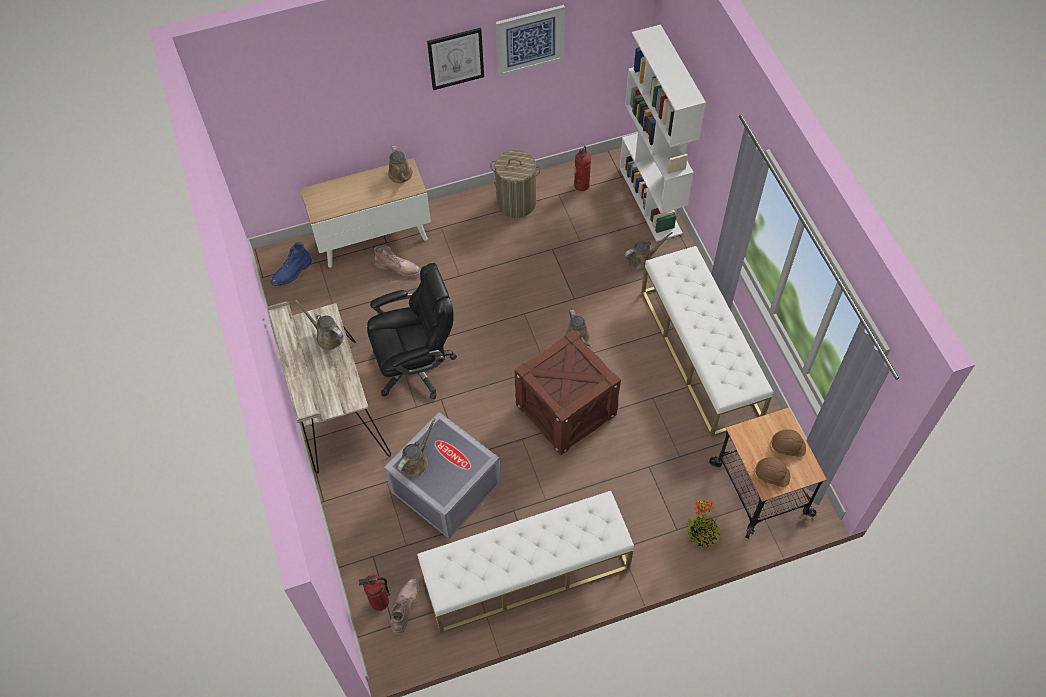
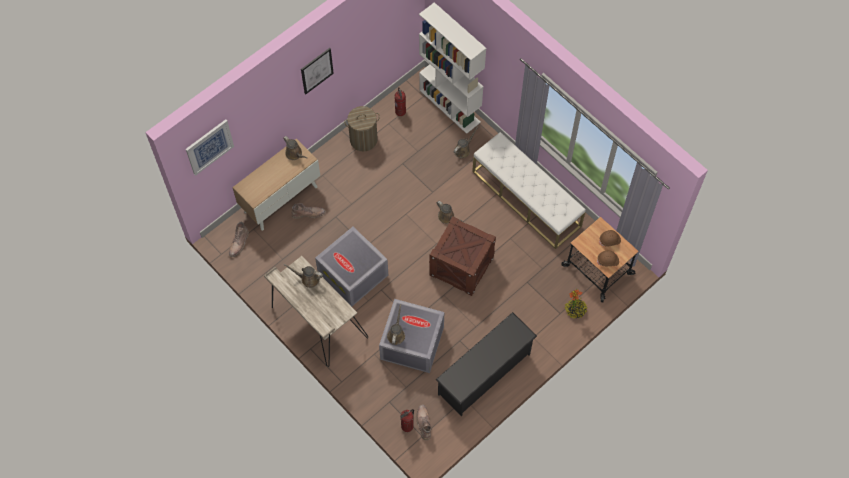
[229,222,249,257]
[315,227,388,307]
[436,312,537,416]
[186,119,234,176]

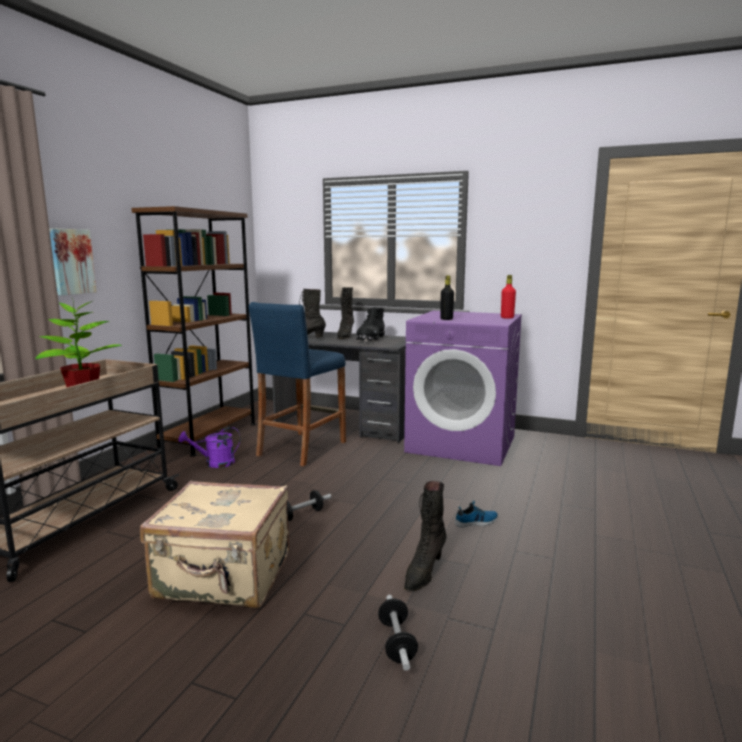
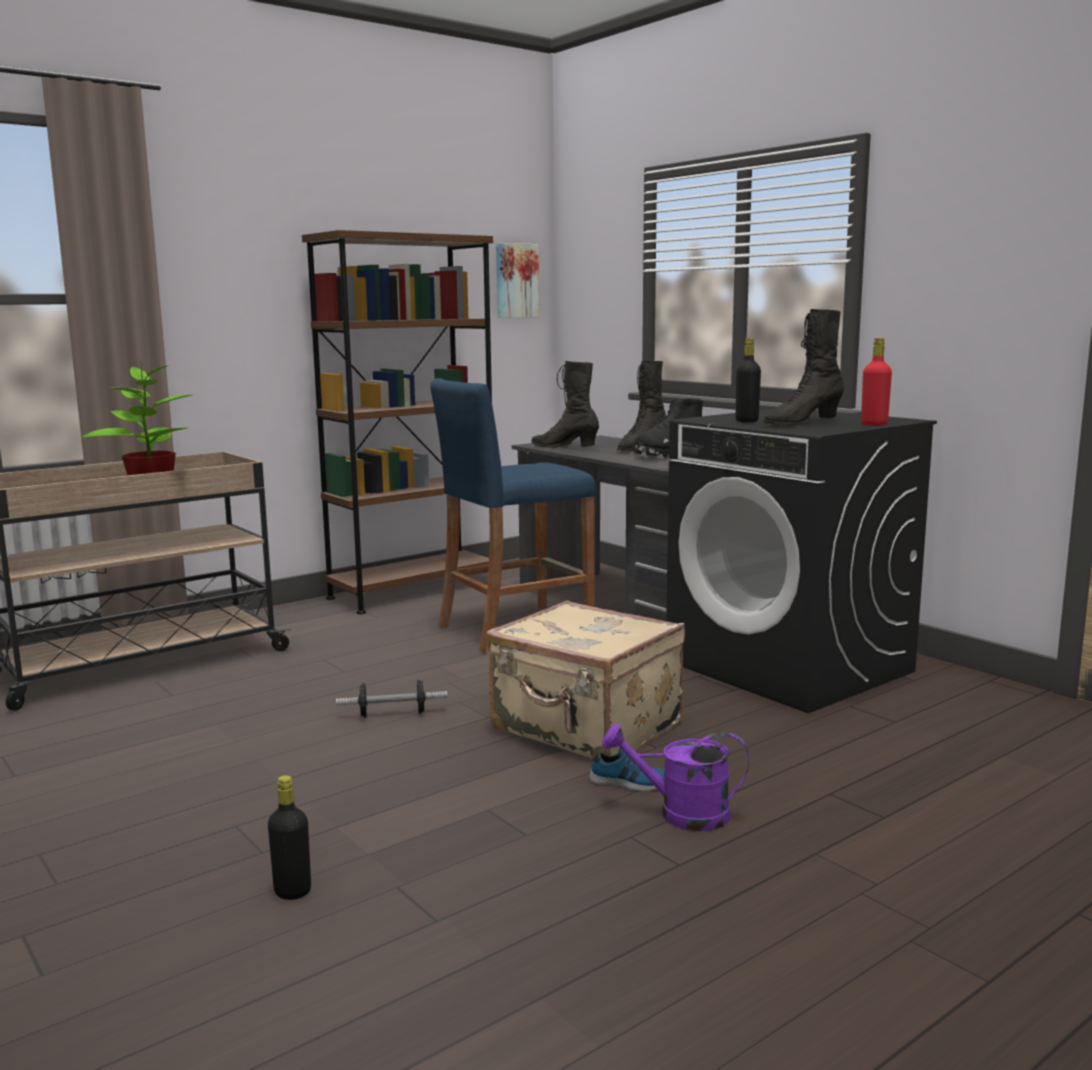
[496,243,539,318]
[486,600,685,759]
[602,723,749,831]
[268,775,311,900]
[666,409,937,713]
[763,309,844,426]

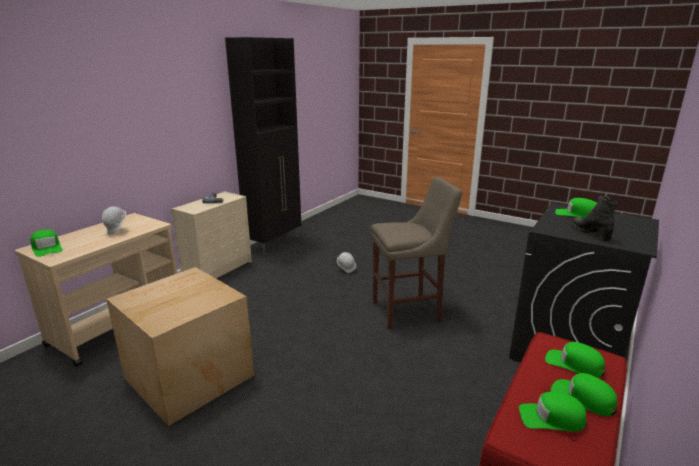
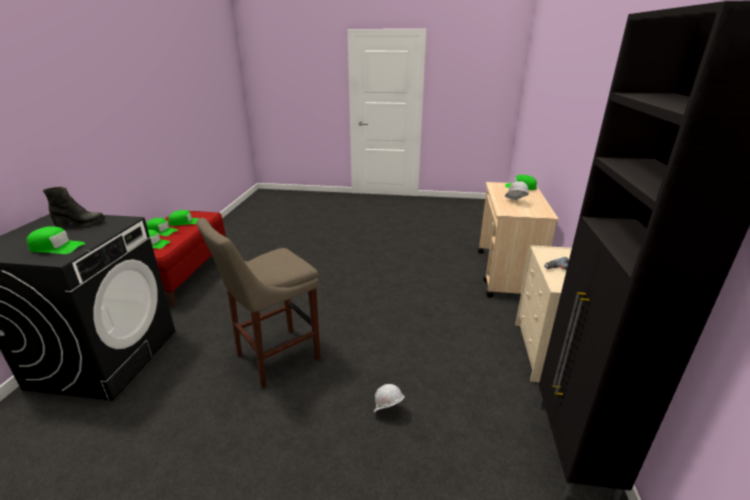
[106,267,254,426] (first image)
[43,187,105,227]

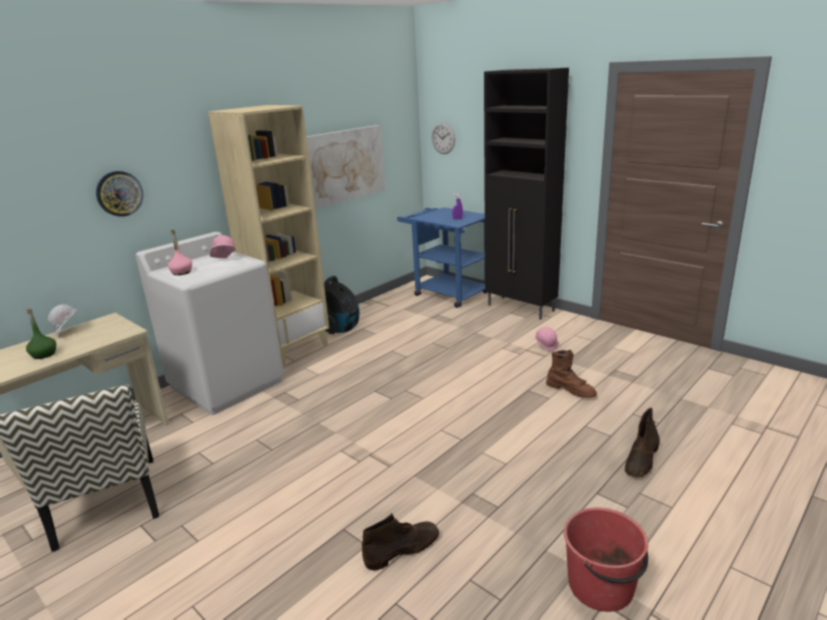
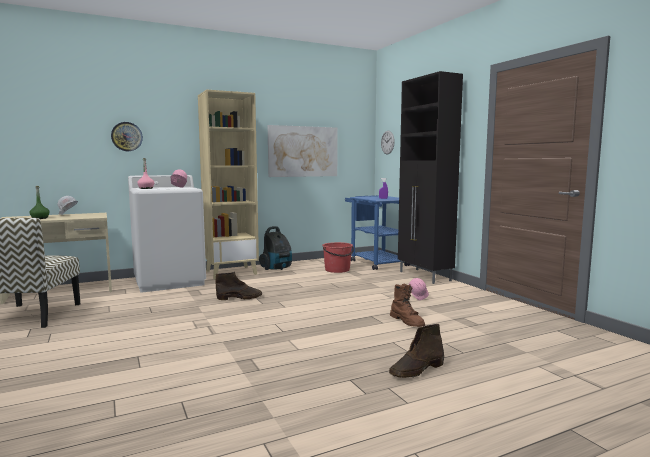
[215,272,262,300]
[322,242,354,273]

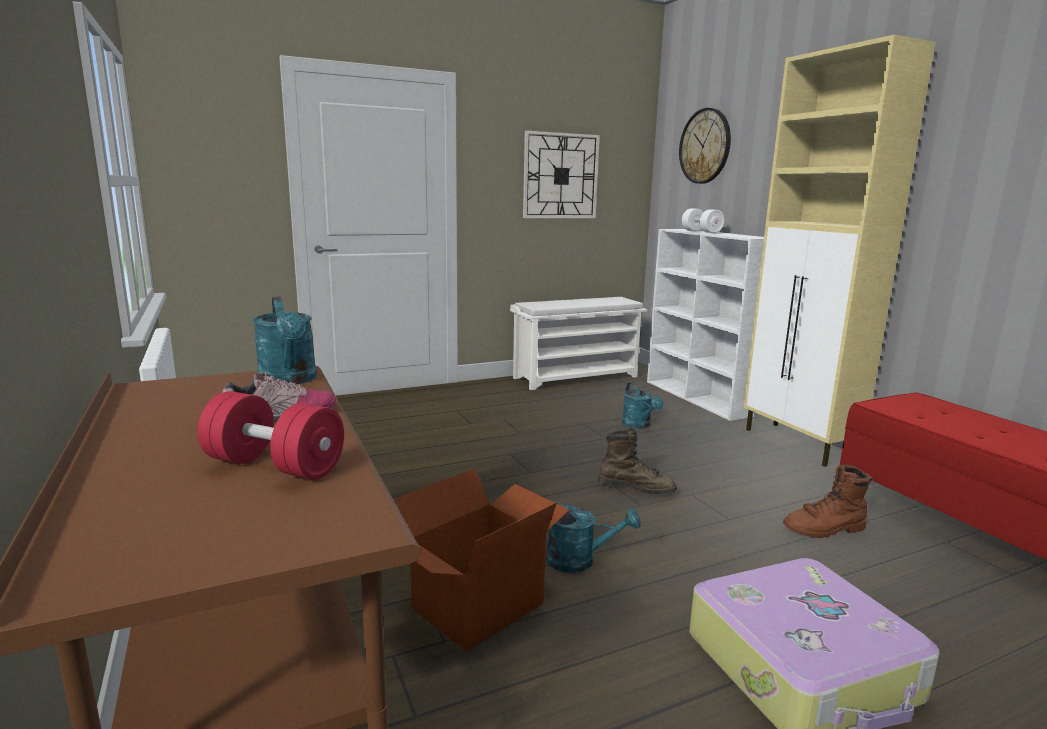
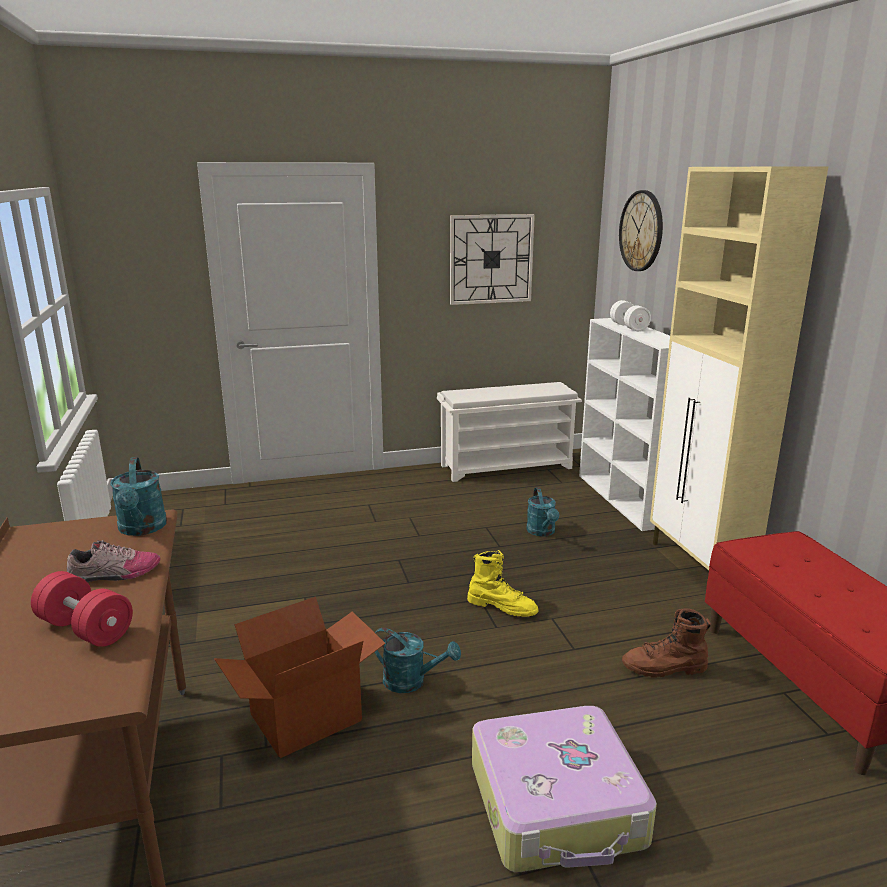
[467,550,538,617]

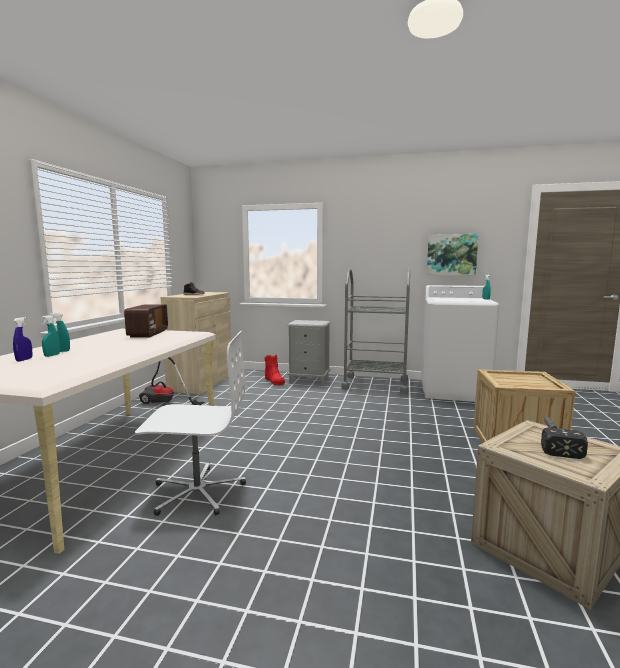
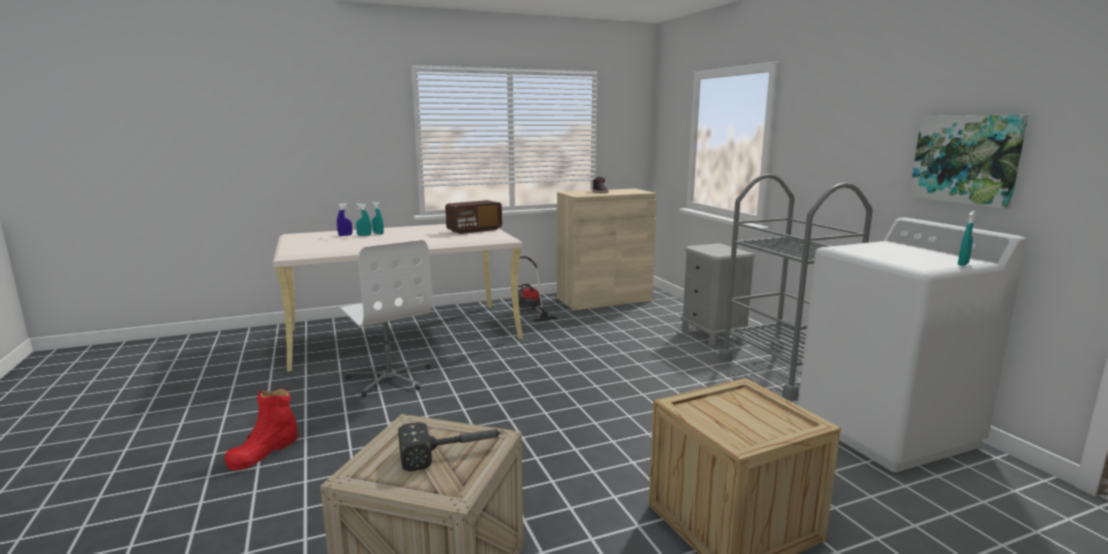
[224,388,298,471]

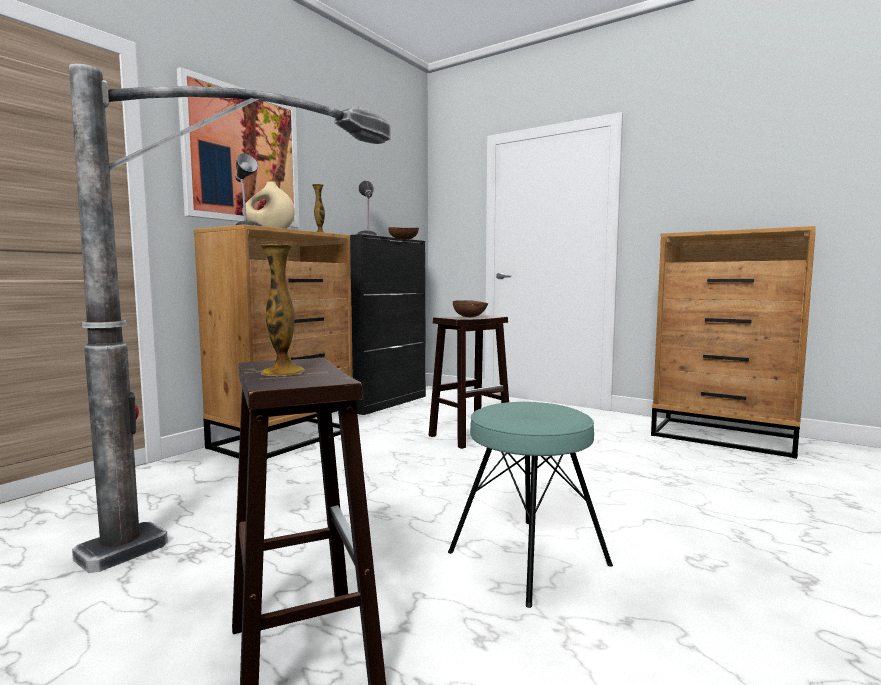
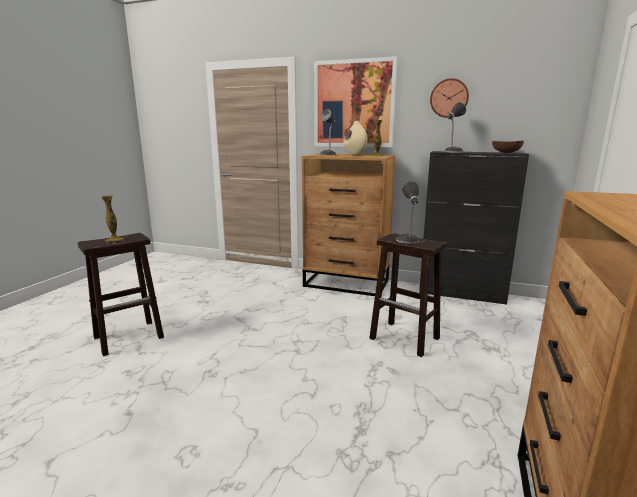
[69,63,391,573] (first image)
[448,402,613,608] (first image)
[396,181,419,244]
[430,78,469,118]

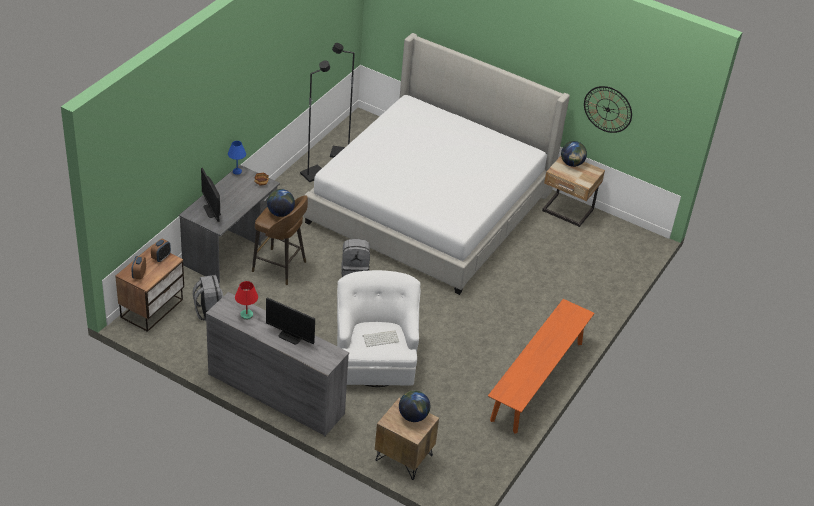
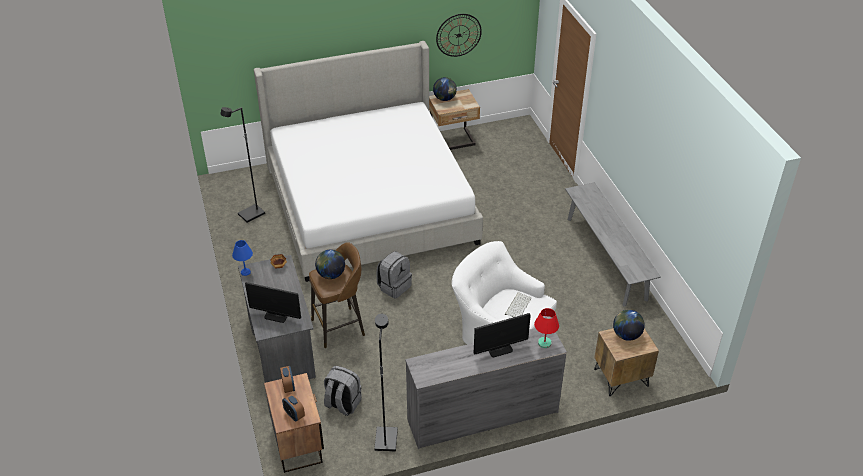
[534,308,559,348]
[374,314,398,451]
[565,183,661,307]

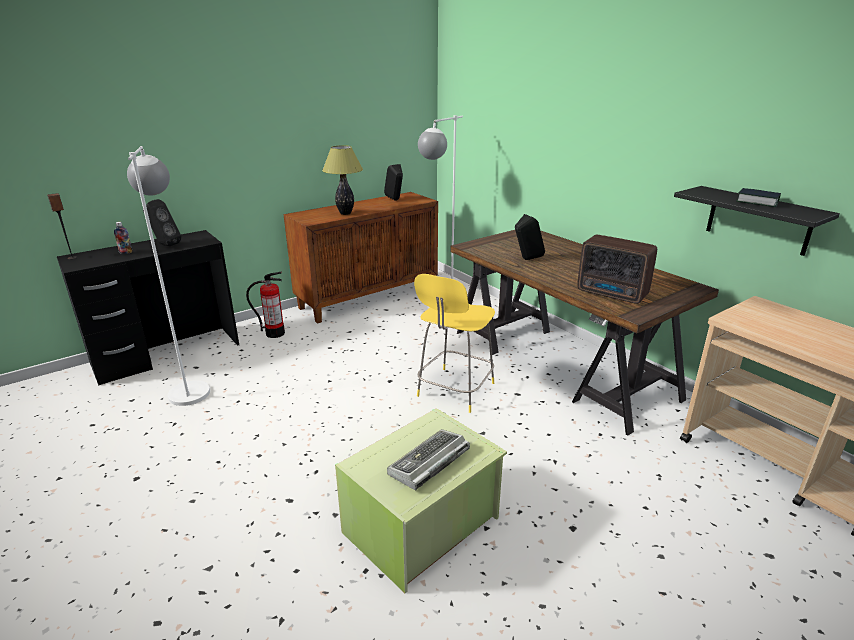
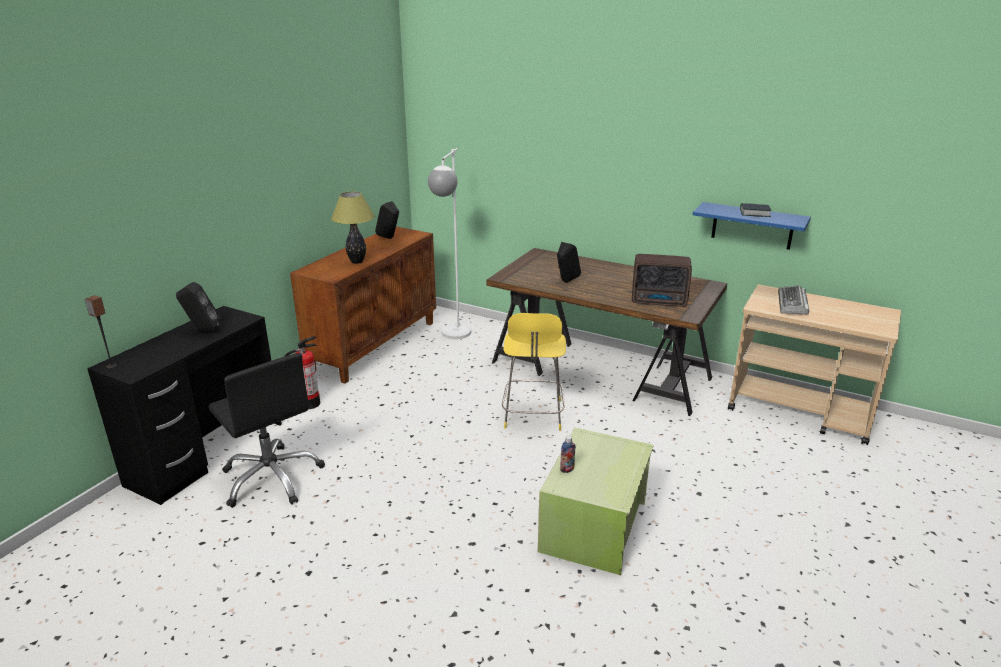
[560,436,575,473]
[208,353,325,508]
[778,285,809,315]
[692,202,811,250]

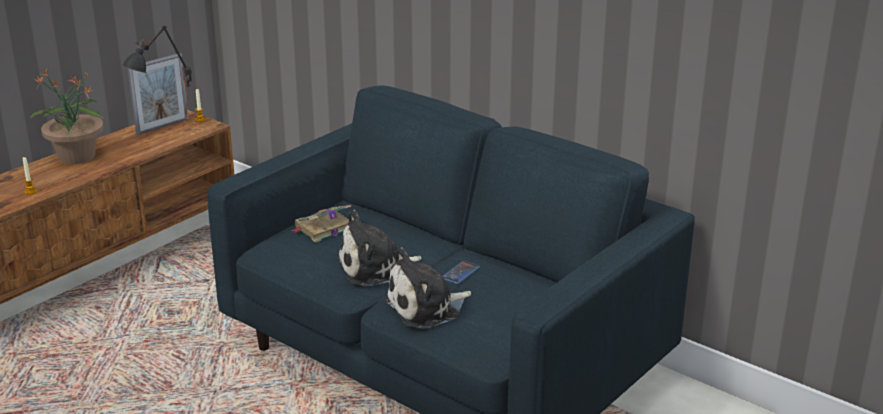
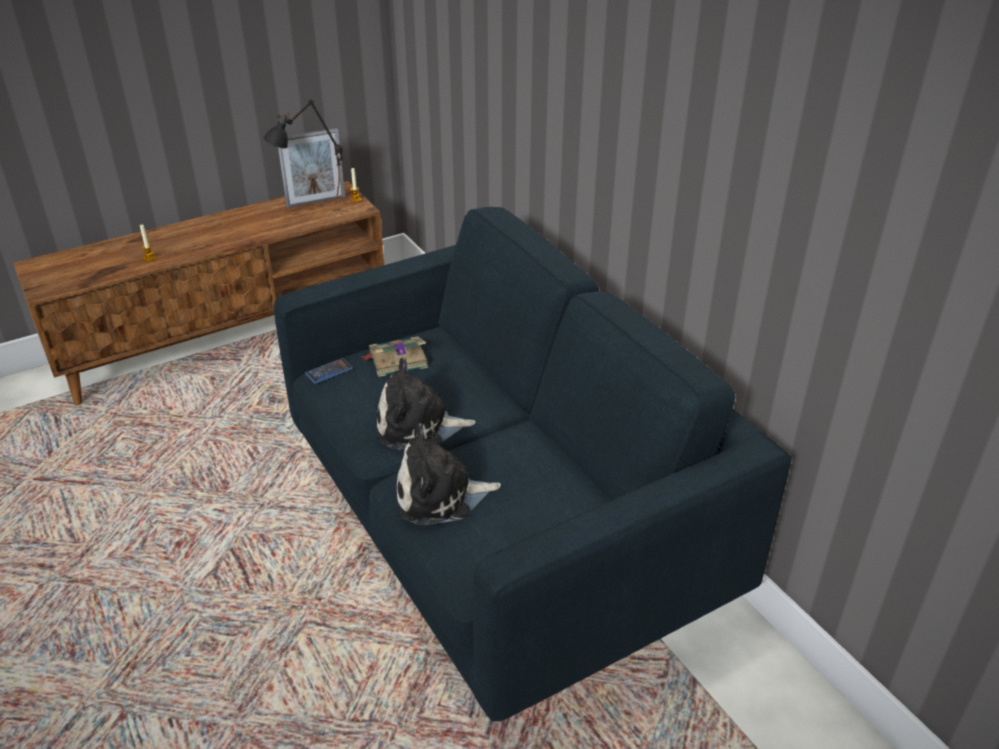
[30,69,105,164] (first image)
[305,358,353,384]

